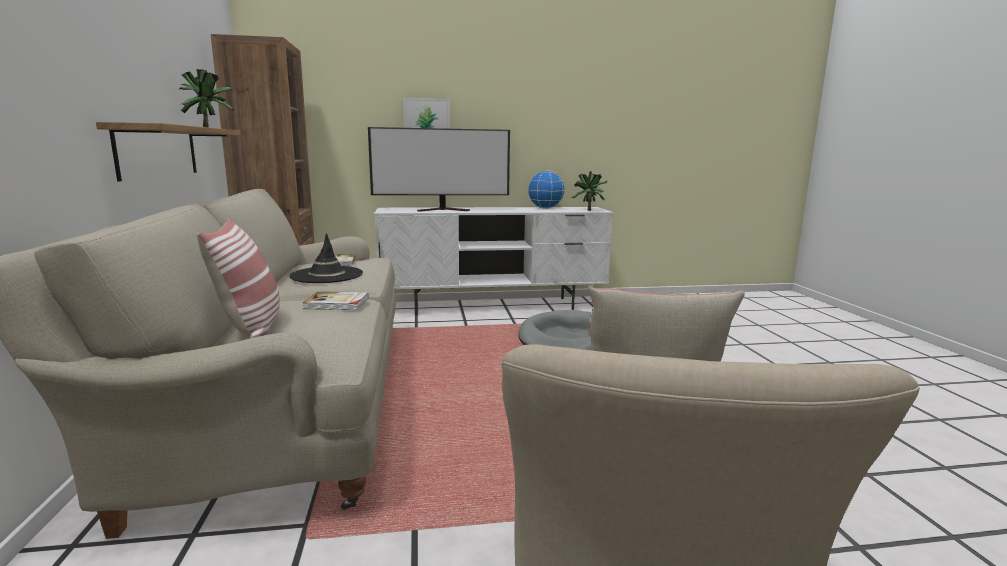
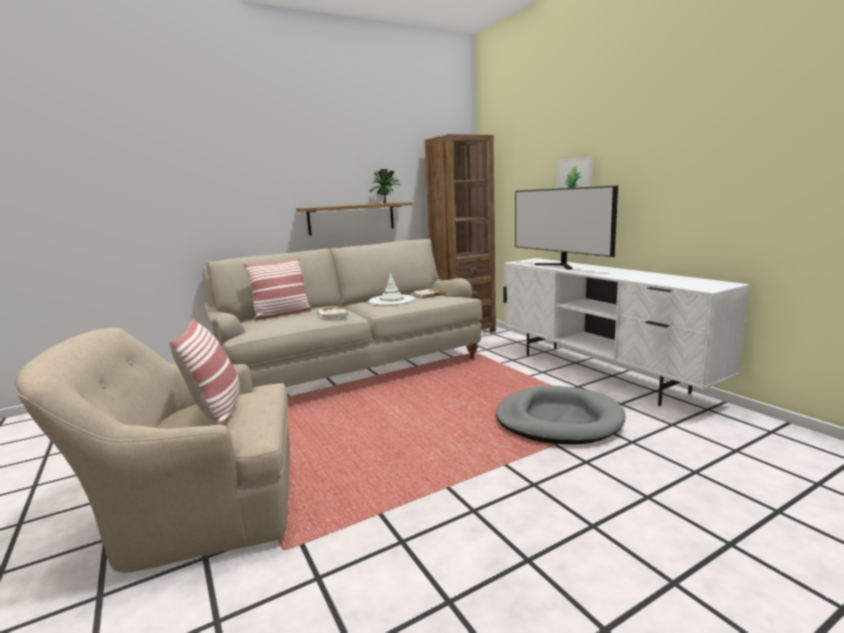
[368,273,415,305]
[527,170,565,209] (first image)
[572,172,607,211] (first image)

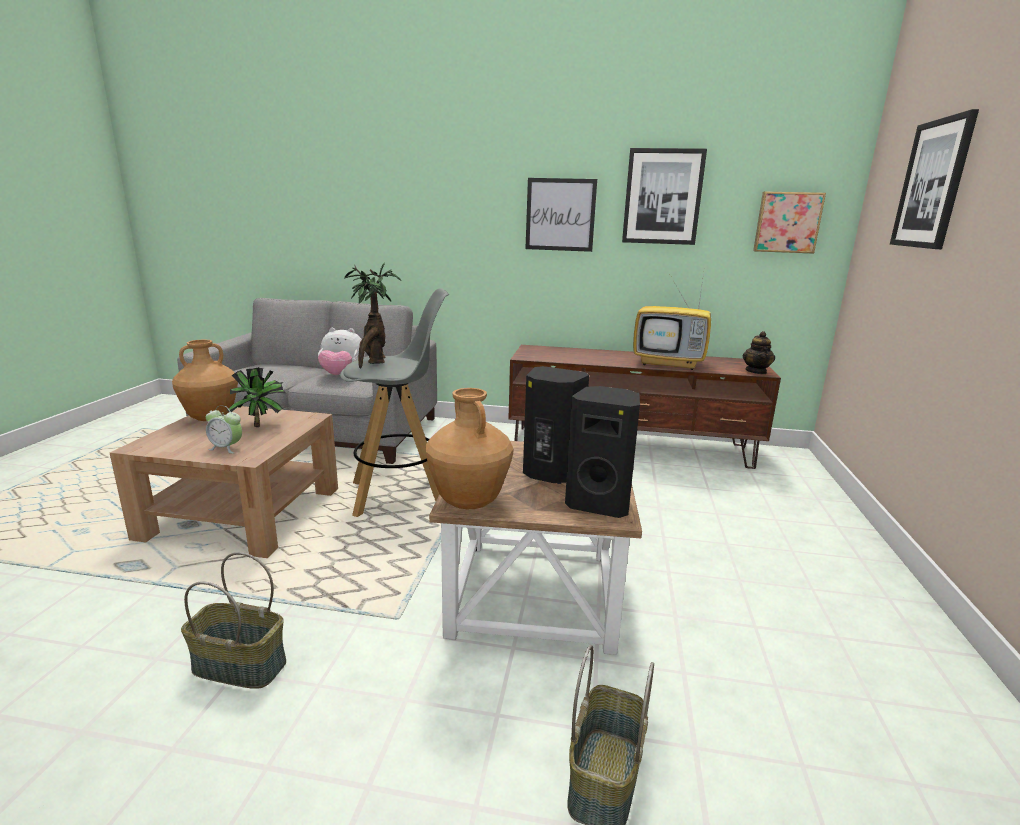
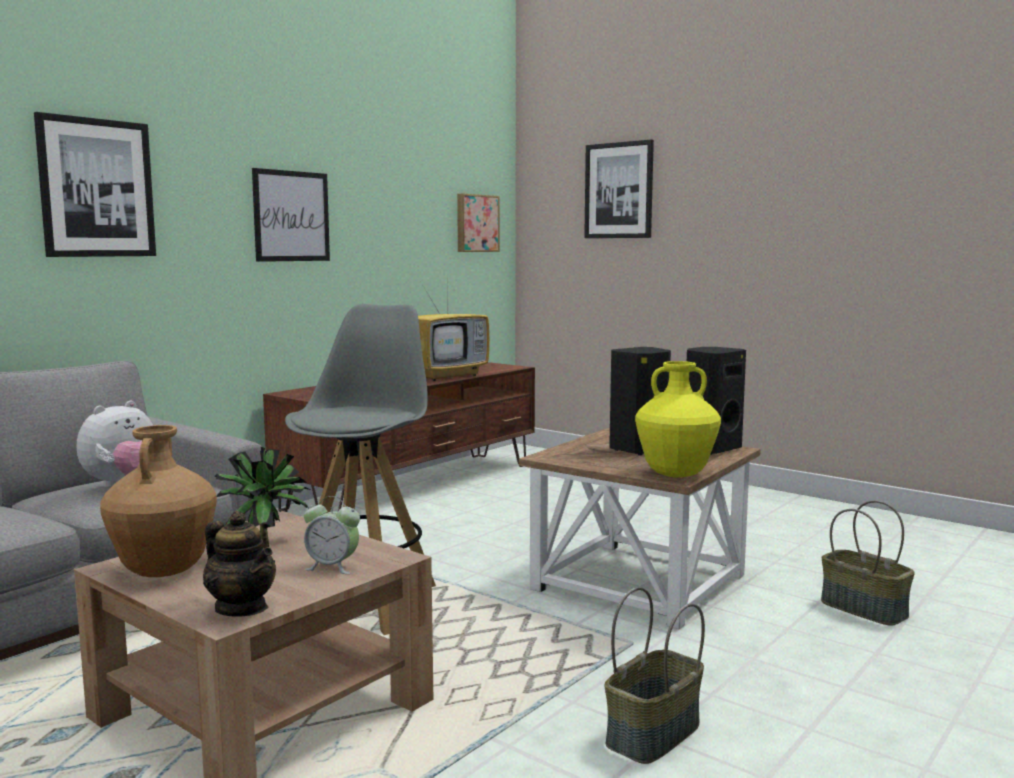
[304,496,360,574]
[344,263,401,369] (first image)
[635,361,721,478]
[34,112,156,257]
[203,511,276,617]

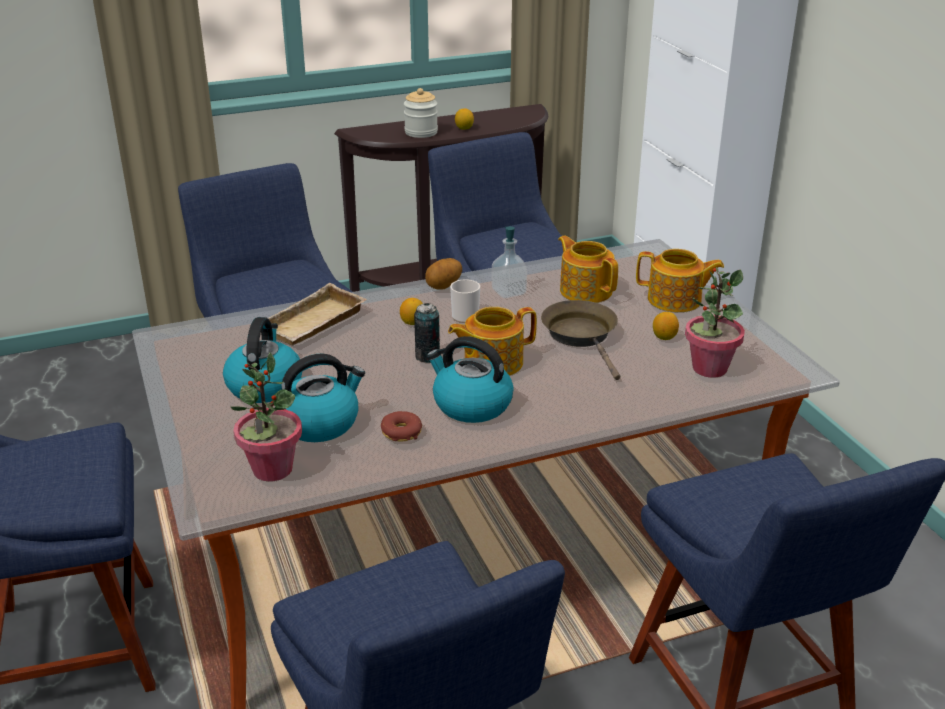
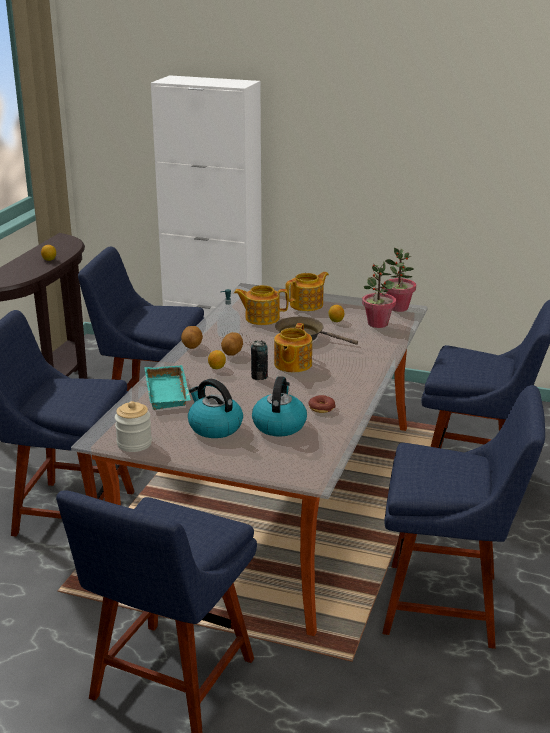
[384,248,416,312]
[144,365,191,410]
[115,401,152,452]
[427,336,514,423] (first image)
[221,332,243,356]

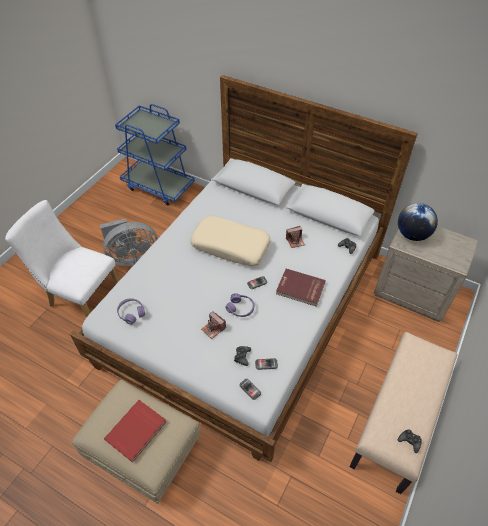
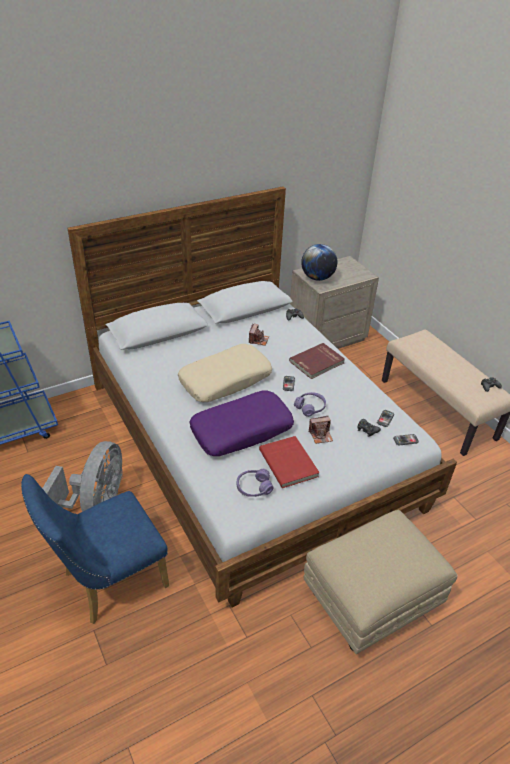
[21,474,169,624]
[259,436,320,488]
[189,390,294,456]

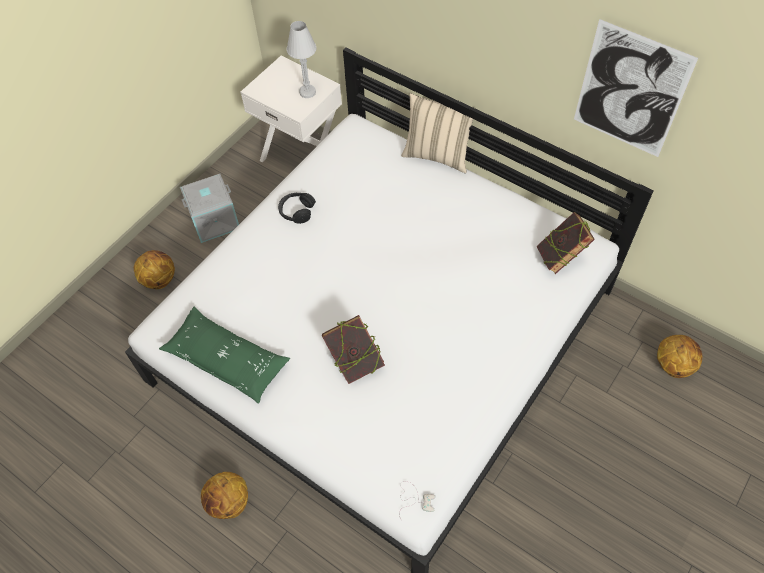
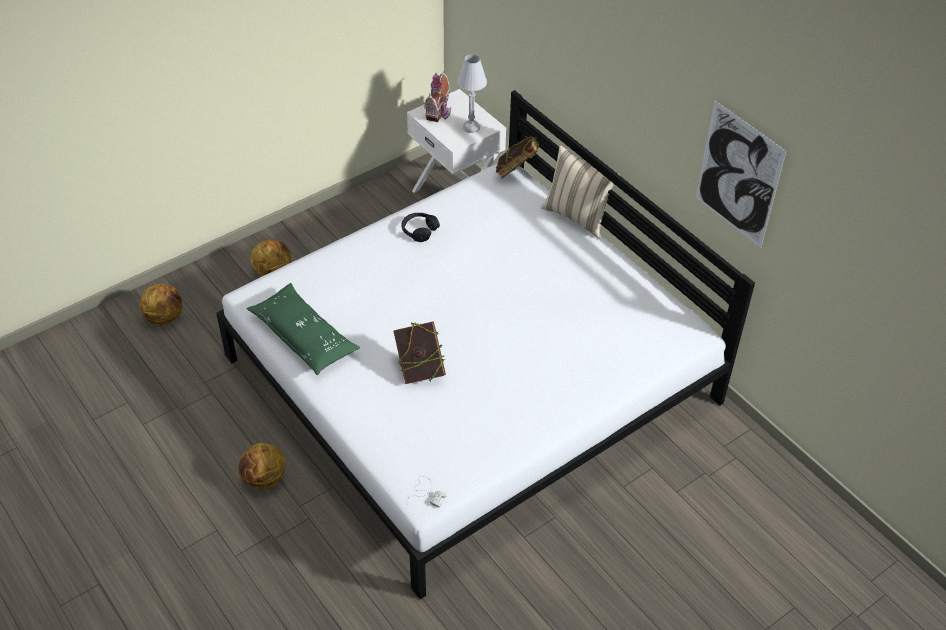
[180,174,239,243] (first image)
[495,135,540,179]
[140,284,182,325]
[424,71,451,122]

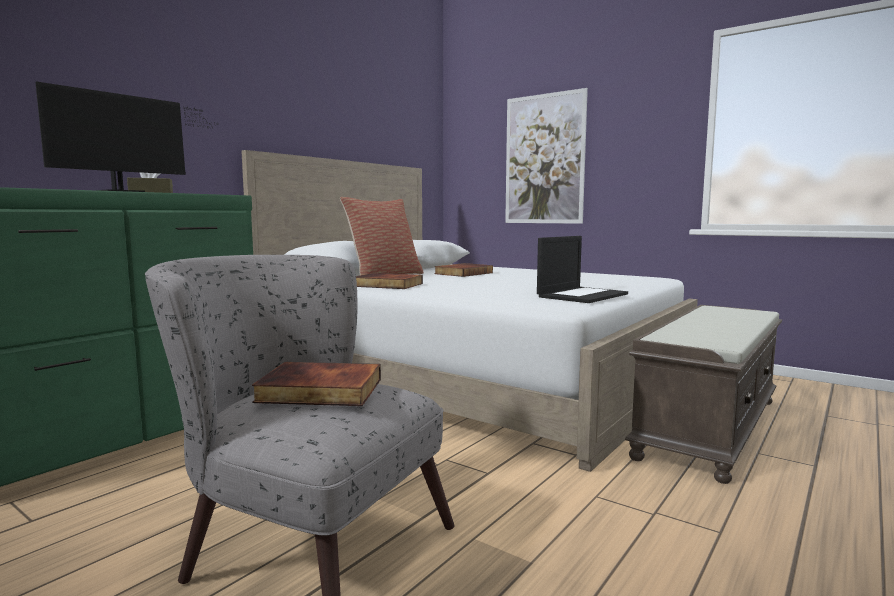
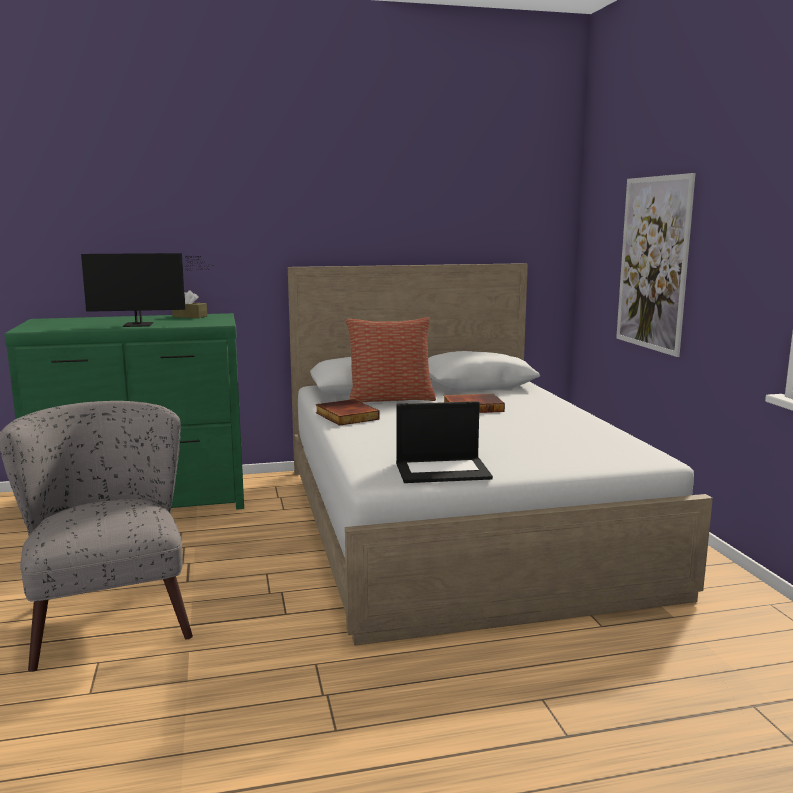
[252,362,381,406] (first image)
[625,305,782,484] (first image)

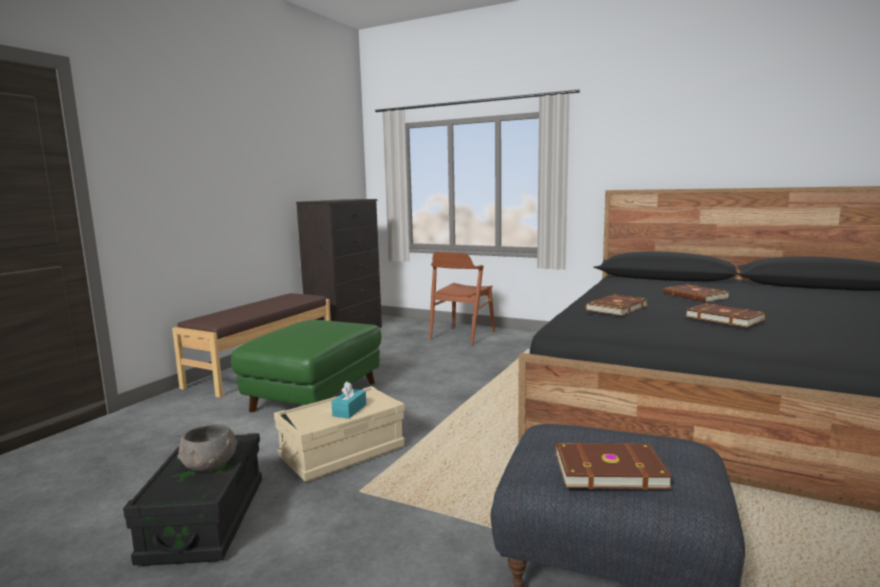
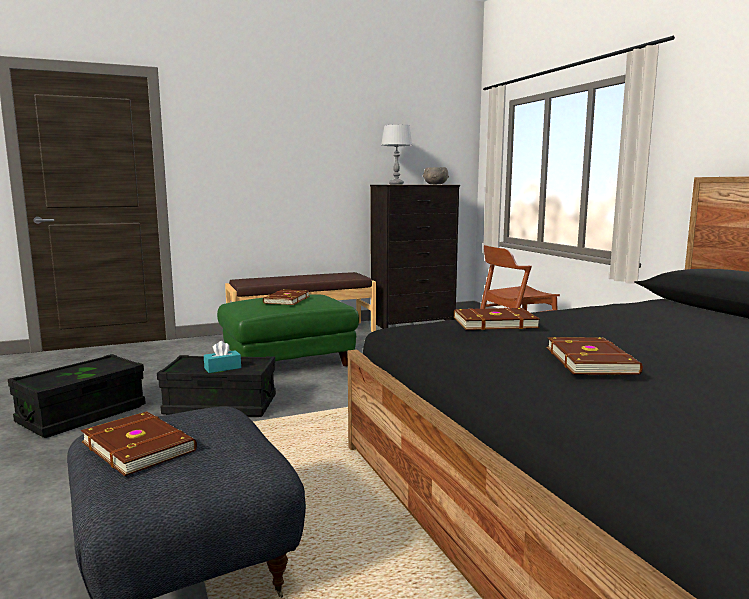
[423,167,449,184]
[157,355,276,417]
[263,289,310,305]
[381,124,412,184]

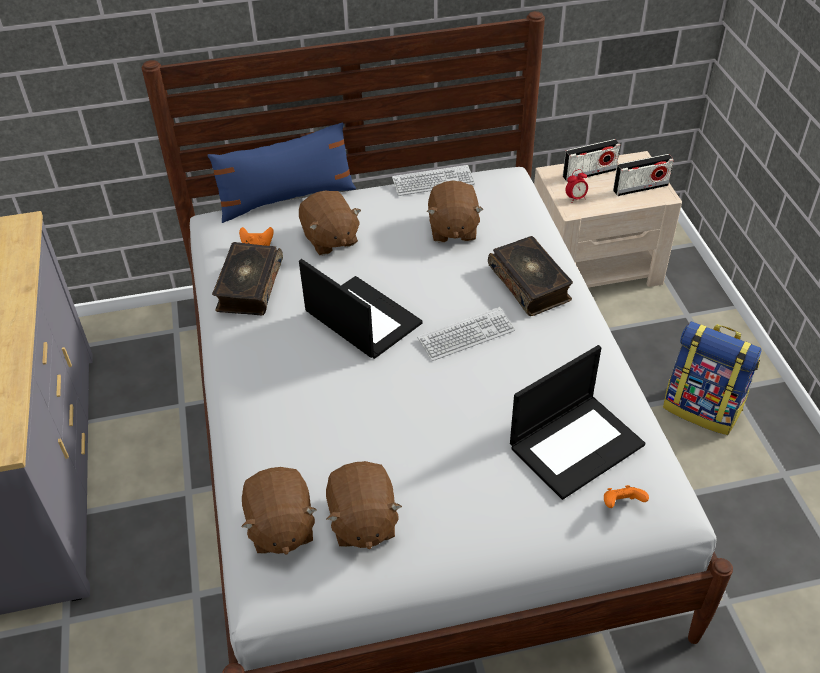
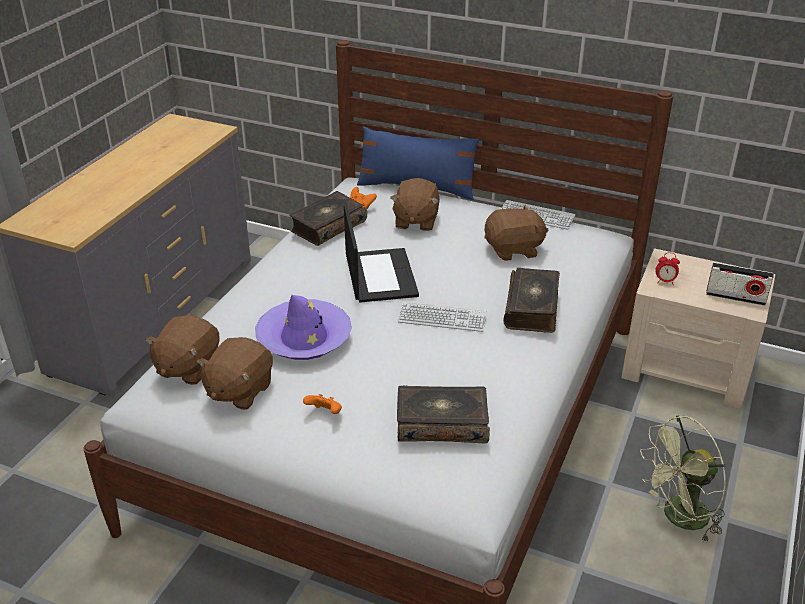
[485,204,548,261]
[397,386,490,443]
[563,139,620,182] (first image)
[303,394,342,414]
[640,415,726,544]
[255,295,352,360]

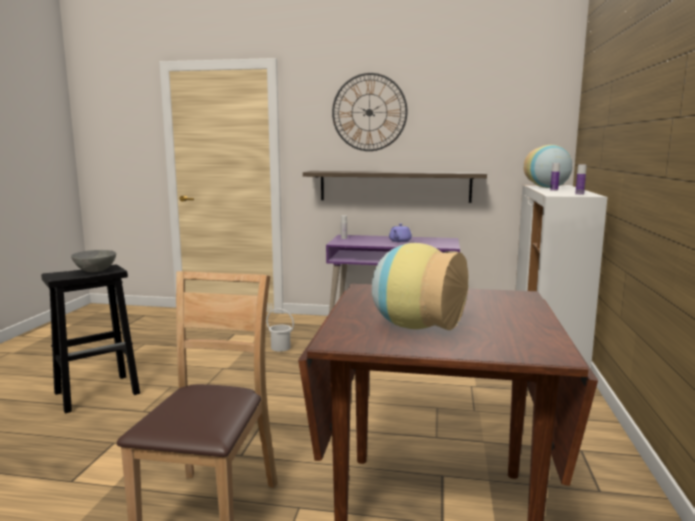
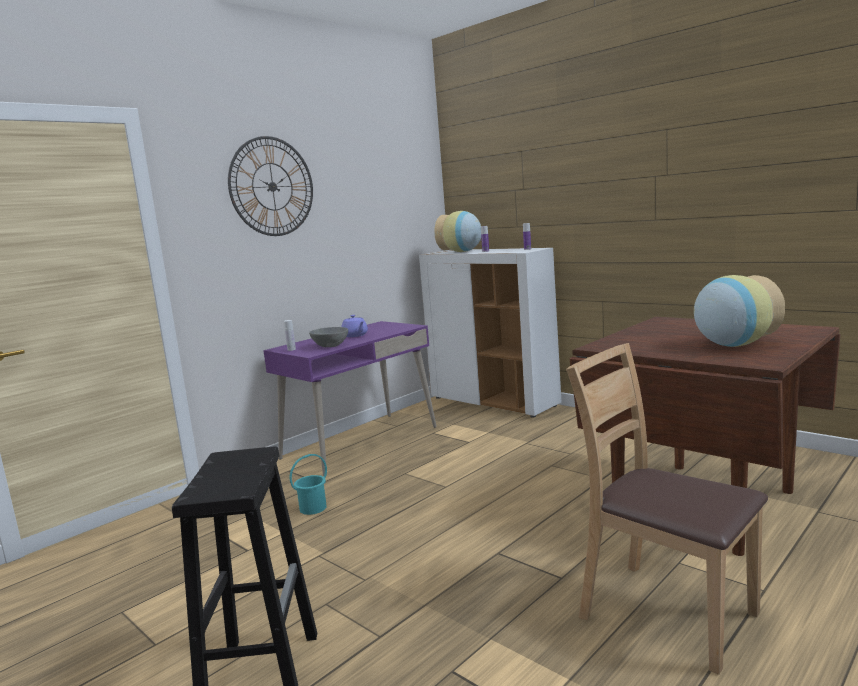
[309,327,348,347]
[289,454,327,515]
[303,171,487,203] (first image)

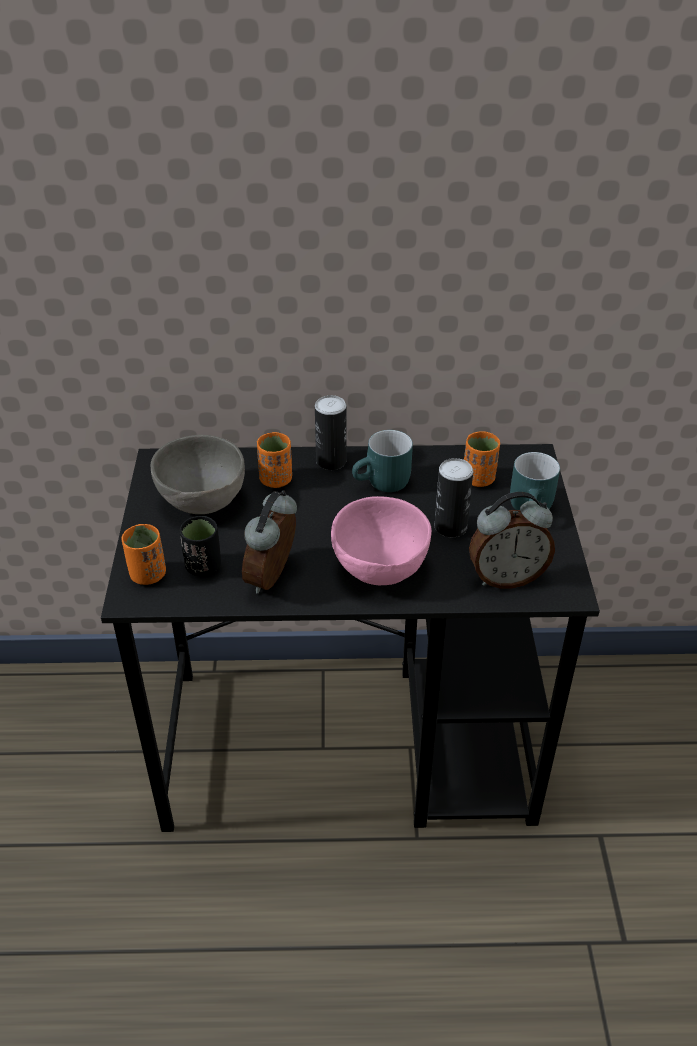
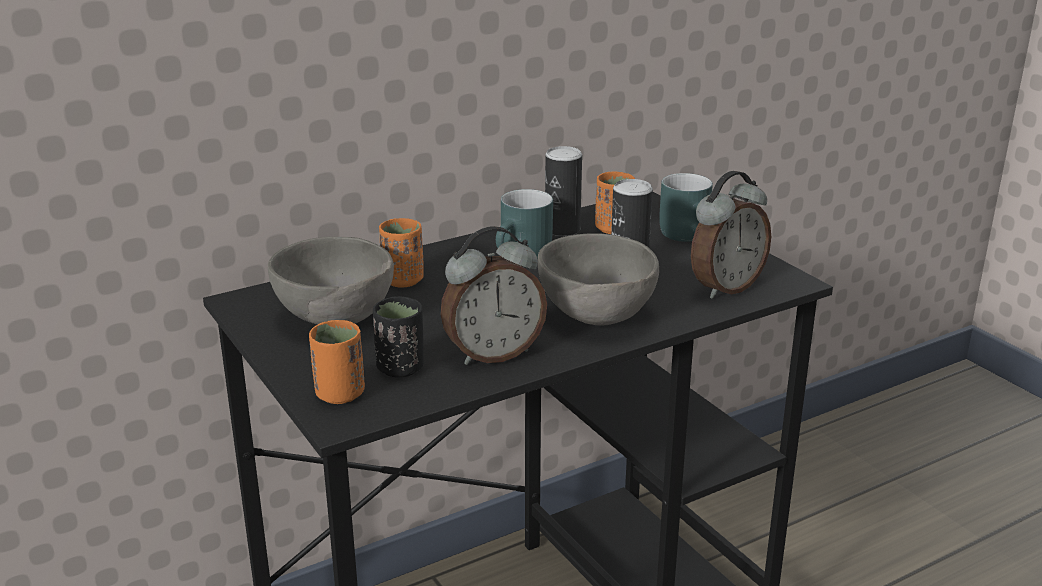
[440,226,547,365]
[545,146,582,236]
[538,233,659,326]

